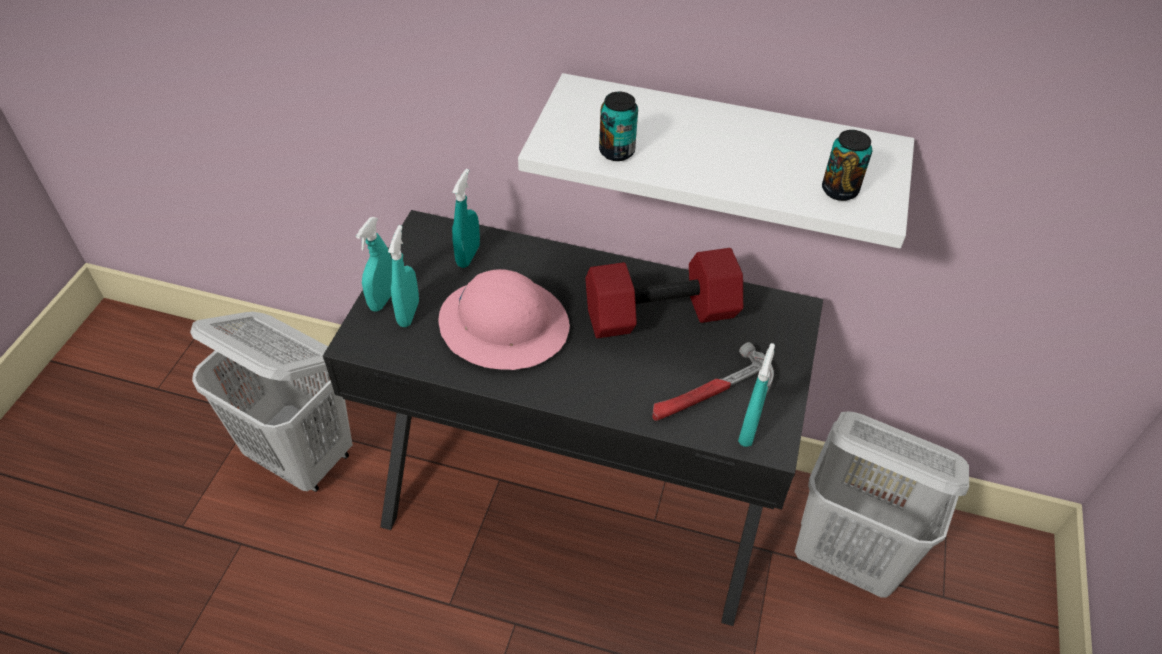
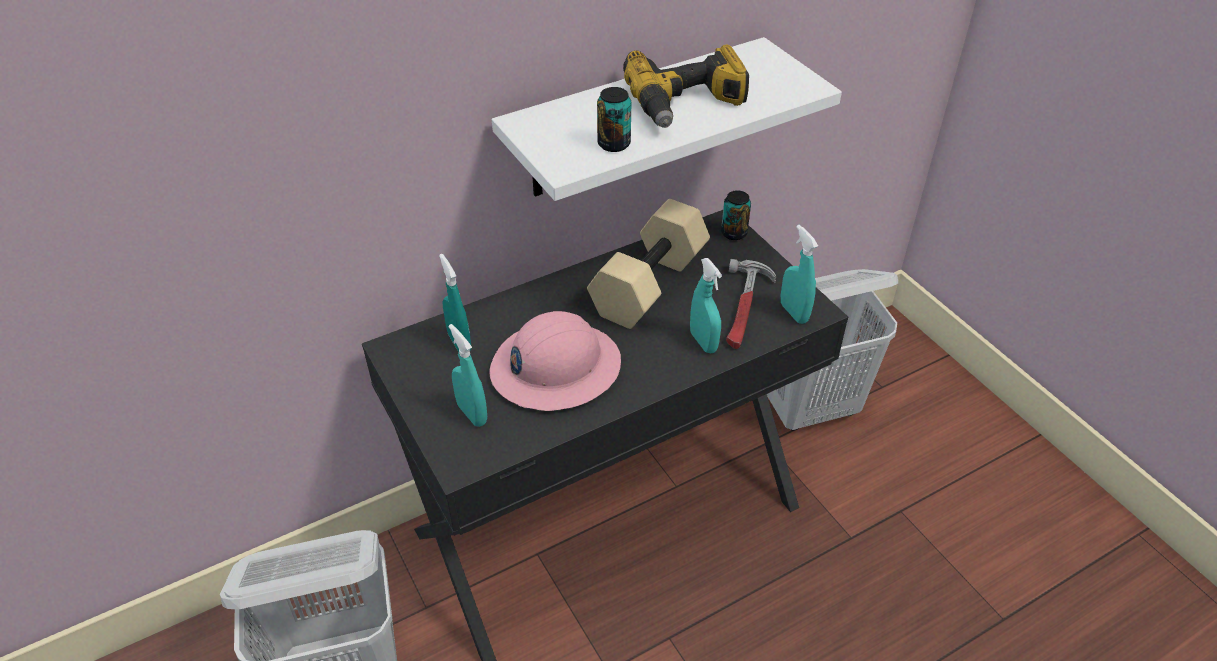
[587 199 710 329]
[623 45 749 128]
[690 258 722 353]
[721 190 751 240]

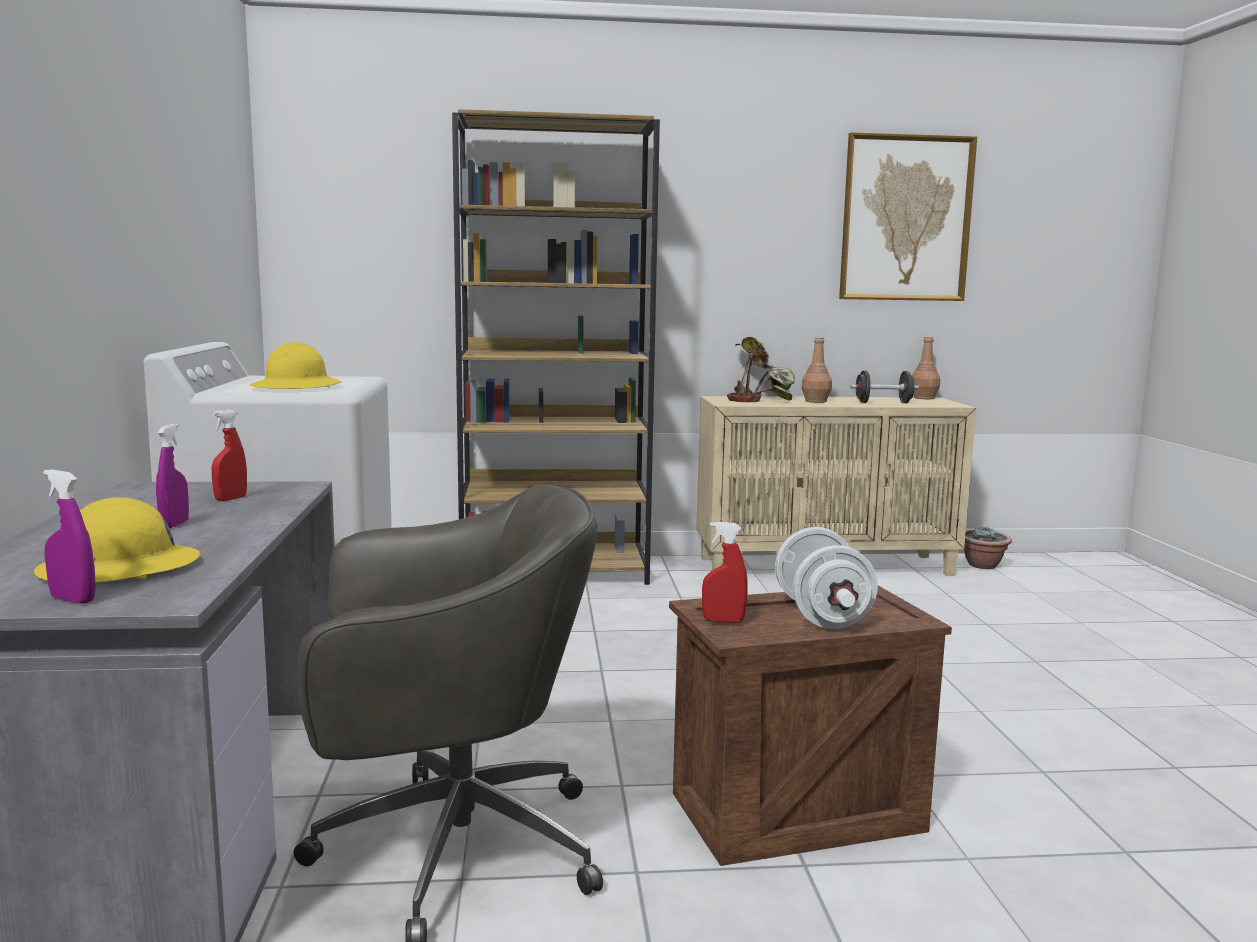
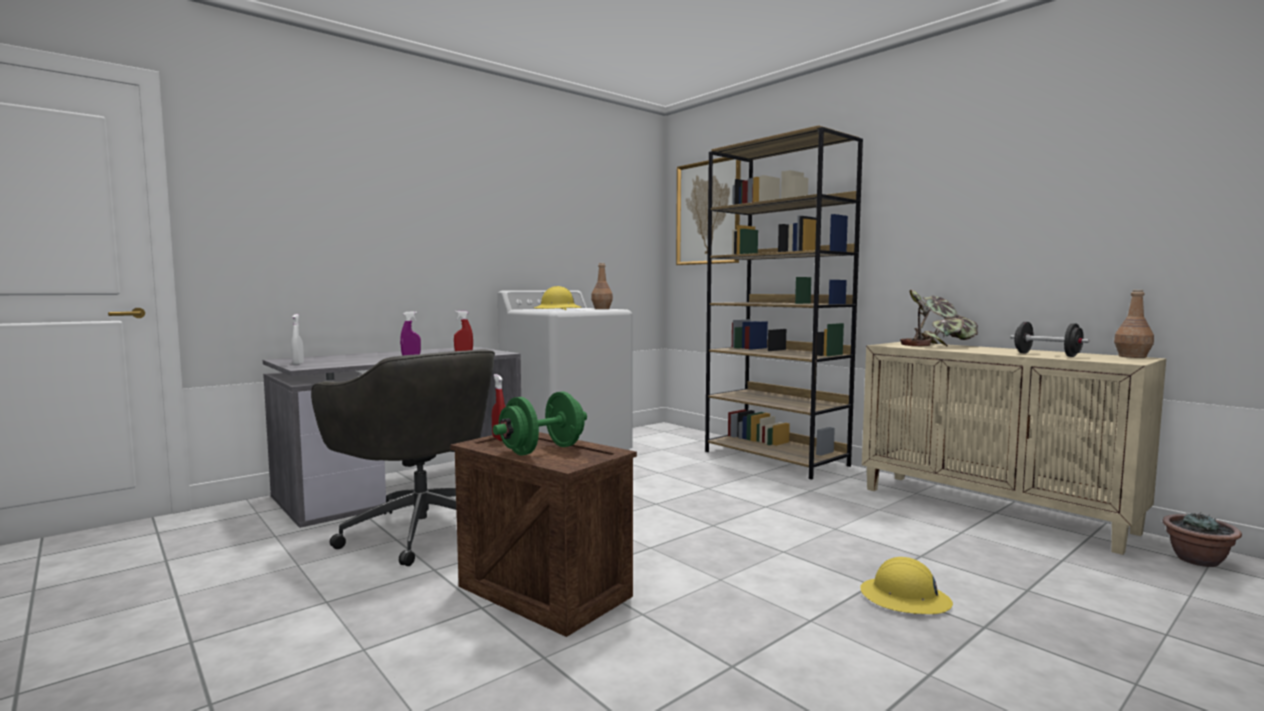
[292 314 304 365]
[493 392 587 455]
[591 263 613 309]
[676 157 741 265]
[860 557 953 614]

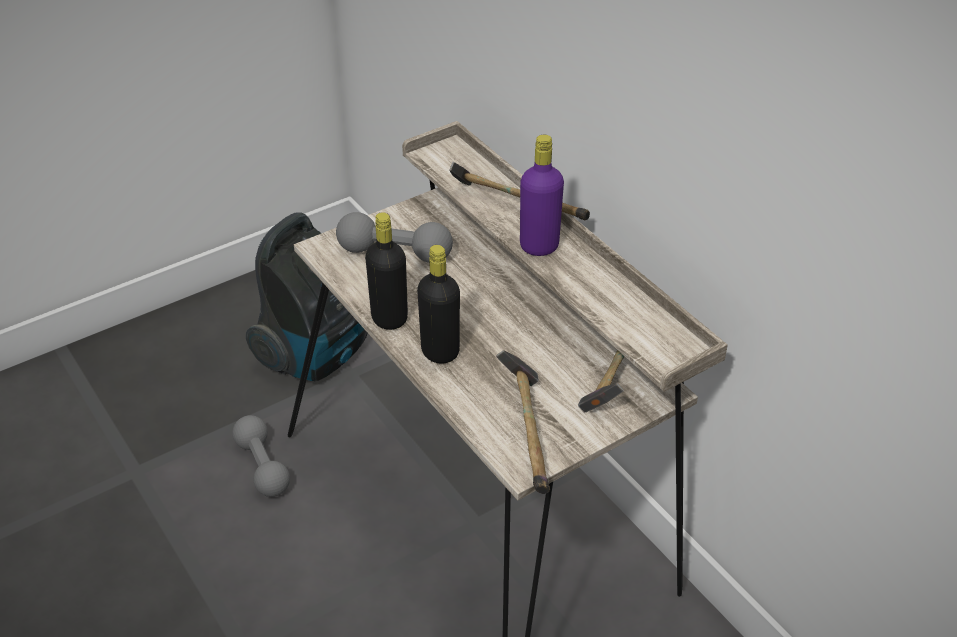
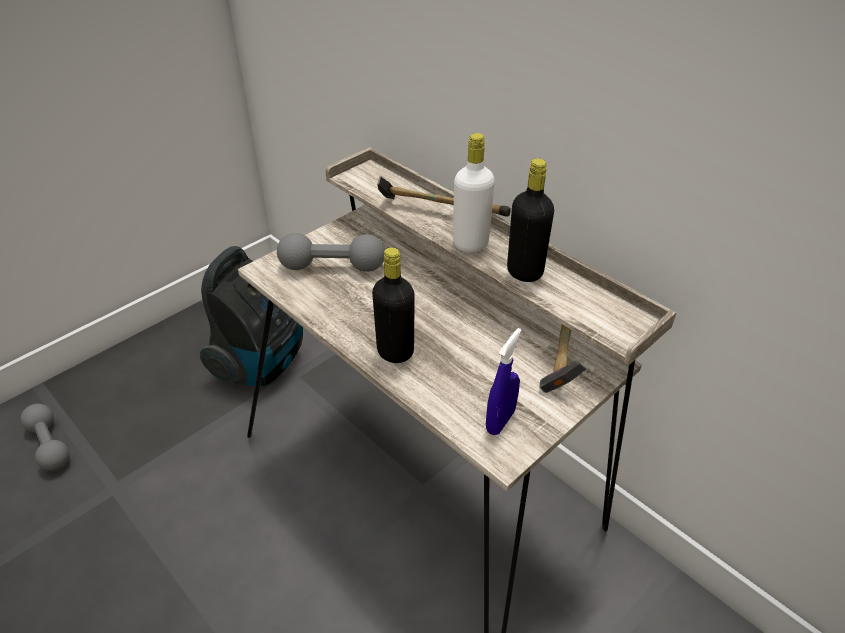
[20 404 70 471]
[453 133 495 253]
[486 328 522 435]
[507 158 554 282]

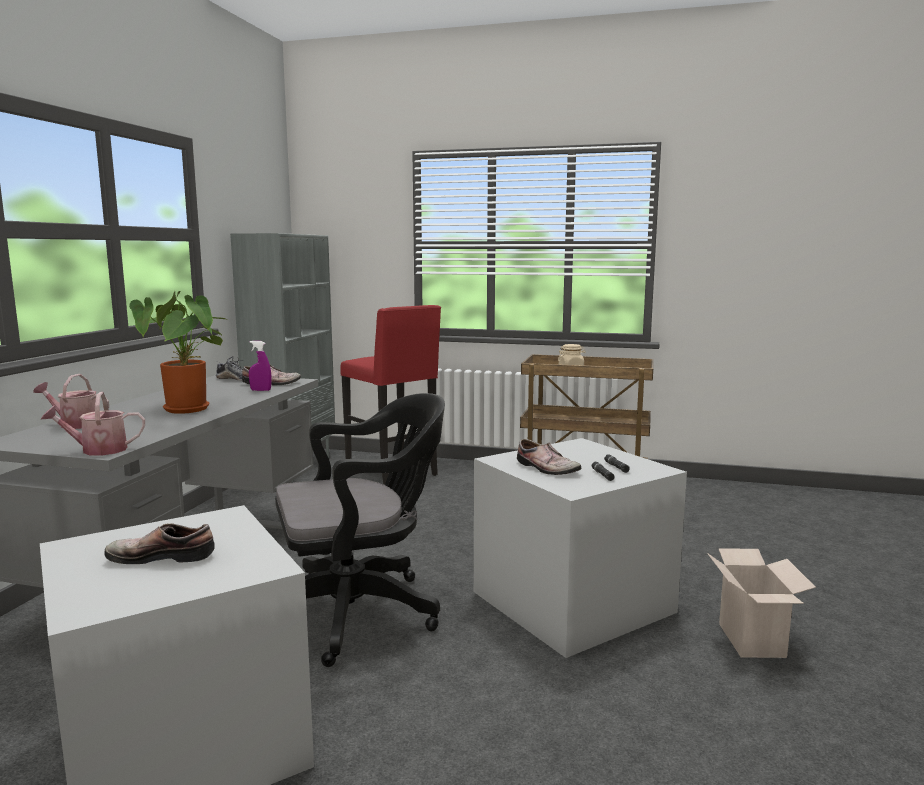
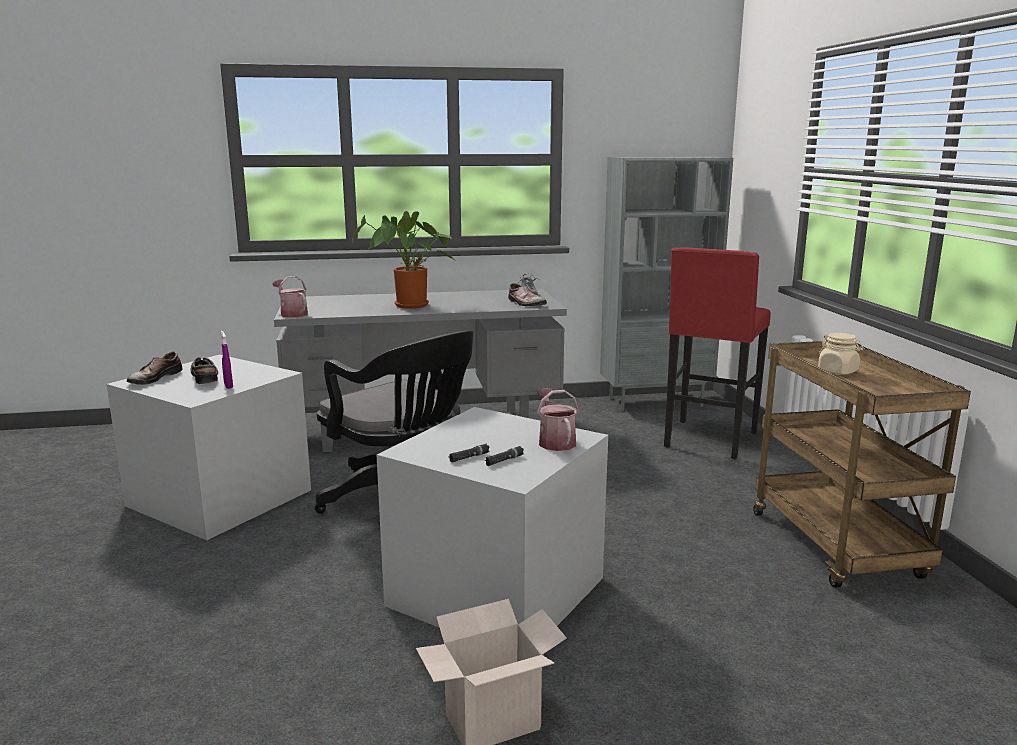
[127 352 183 385]
[221 331 233 389]
[537 388 579 451]

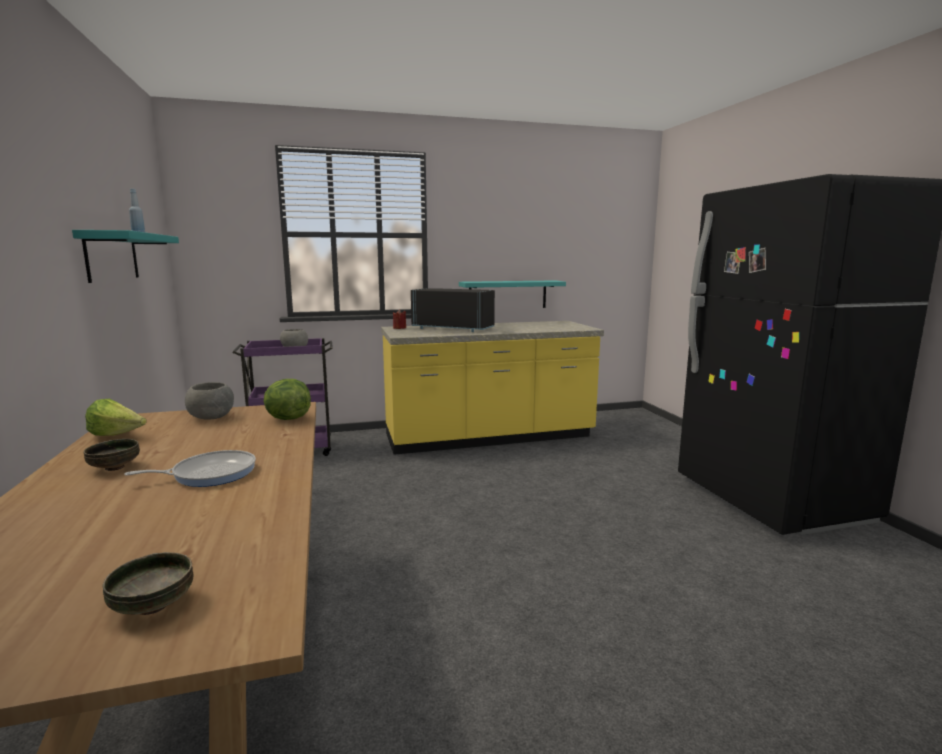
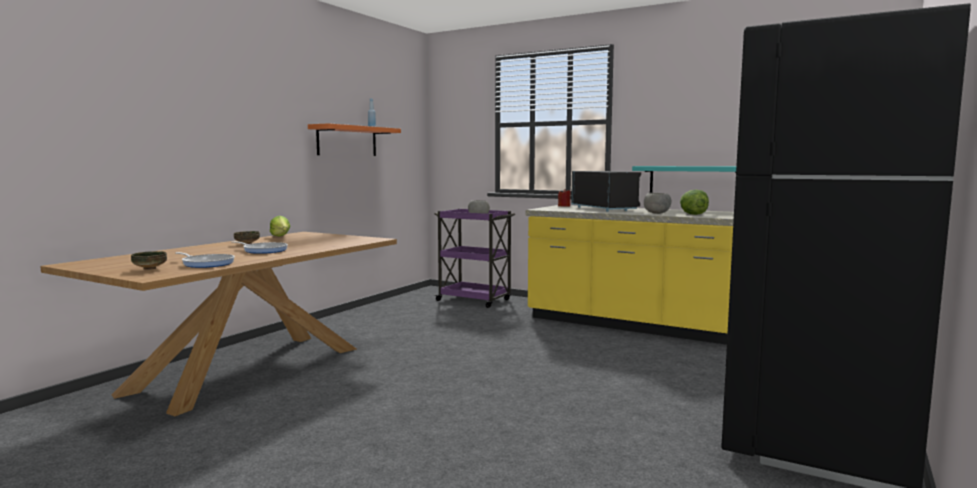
[176 252 235 268]
[308 123 401 156]
[644 193 672 214]
[680 190 709 215]

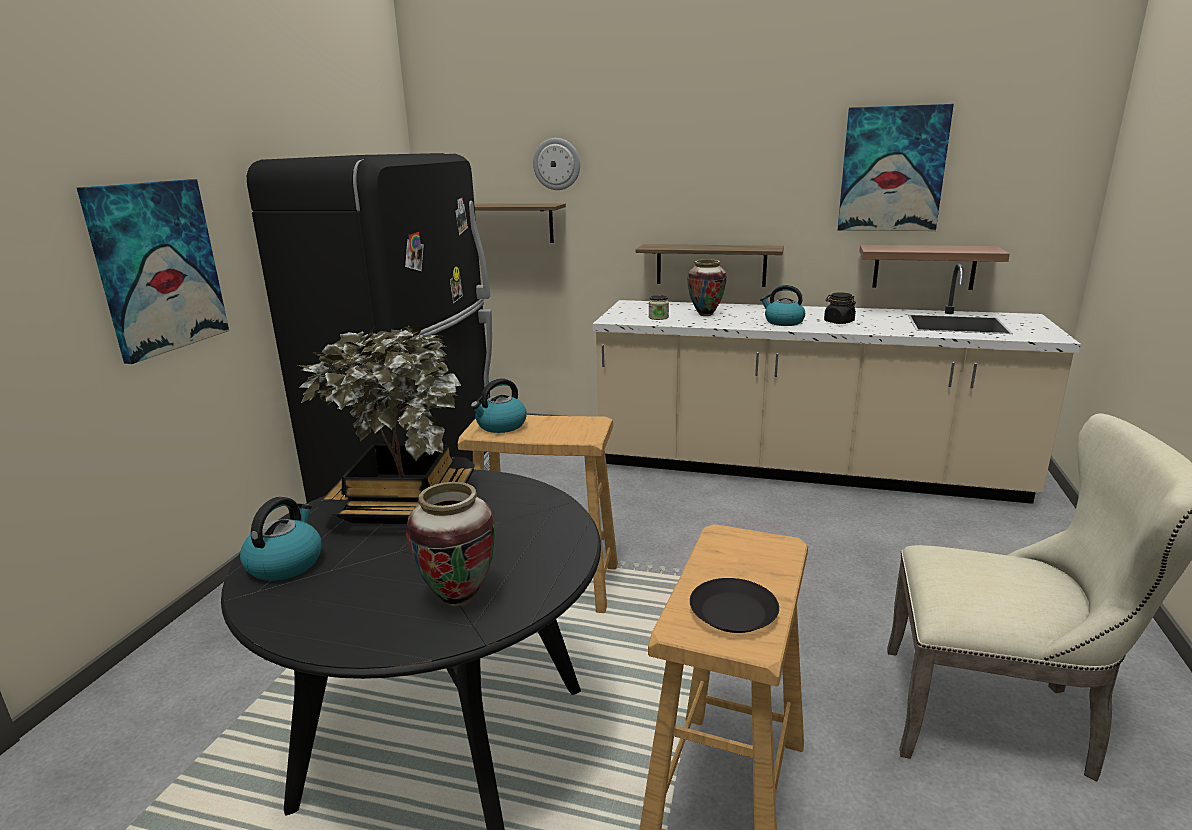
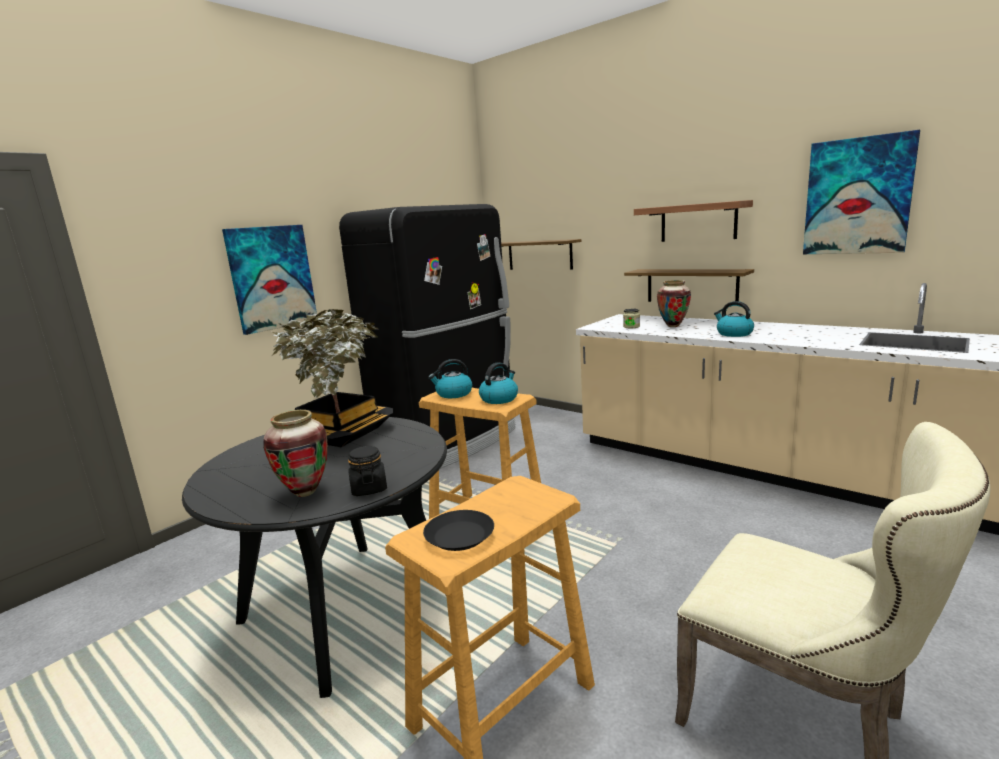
[348 446 387 496]
[479 362 518 404]
[634 200 753 242]
[533 138 580 190] (first image)

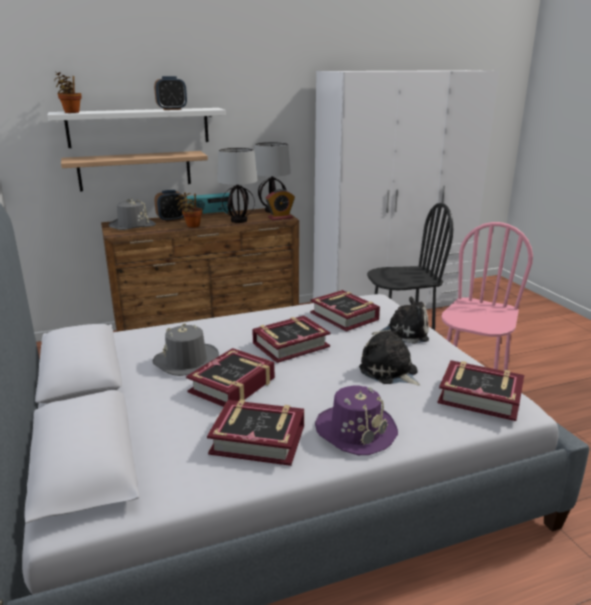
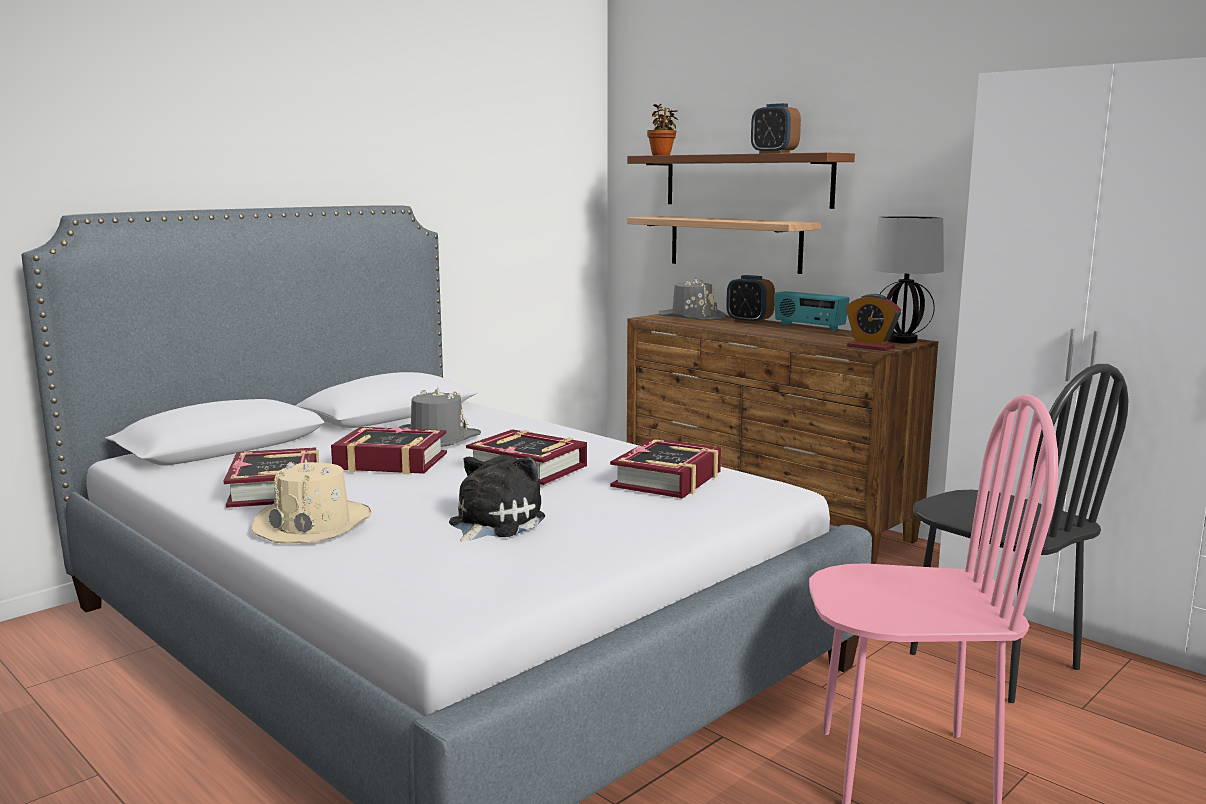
[252 458 371 544]
[627 153 855 209]
[175 192 202 228] (first image)
[217 148 258 223] (first image)
[372 297 429 344] (first image)
[438 360 524 421] (first image)

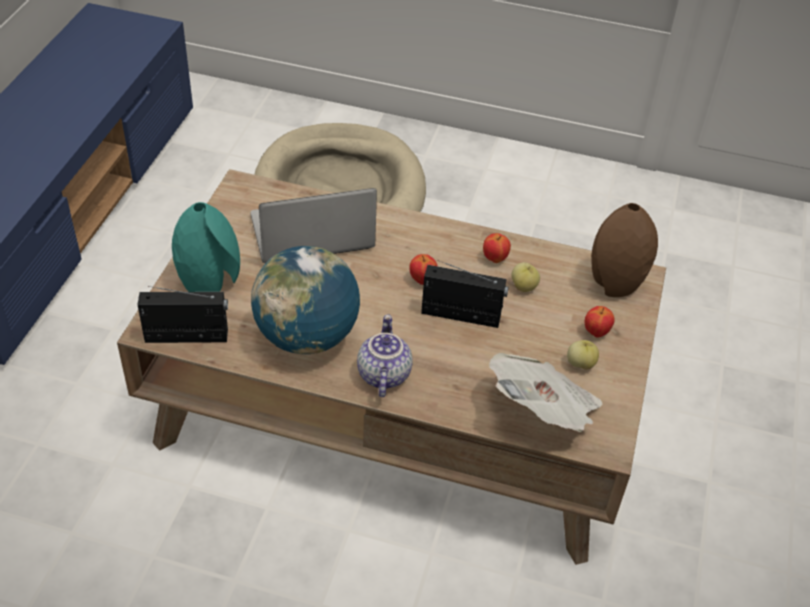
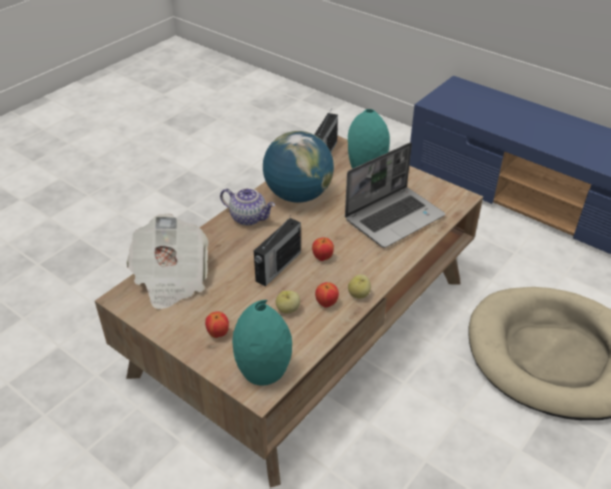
[232 300 292 385]
[345 142 445 248]
[348 274 371 299]

